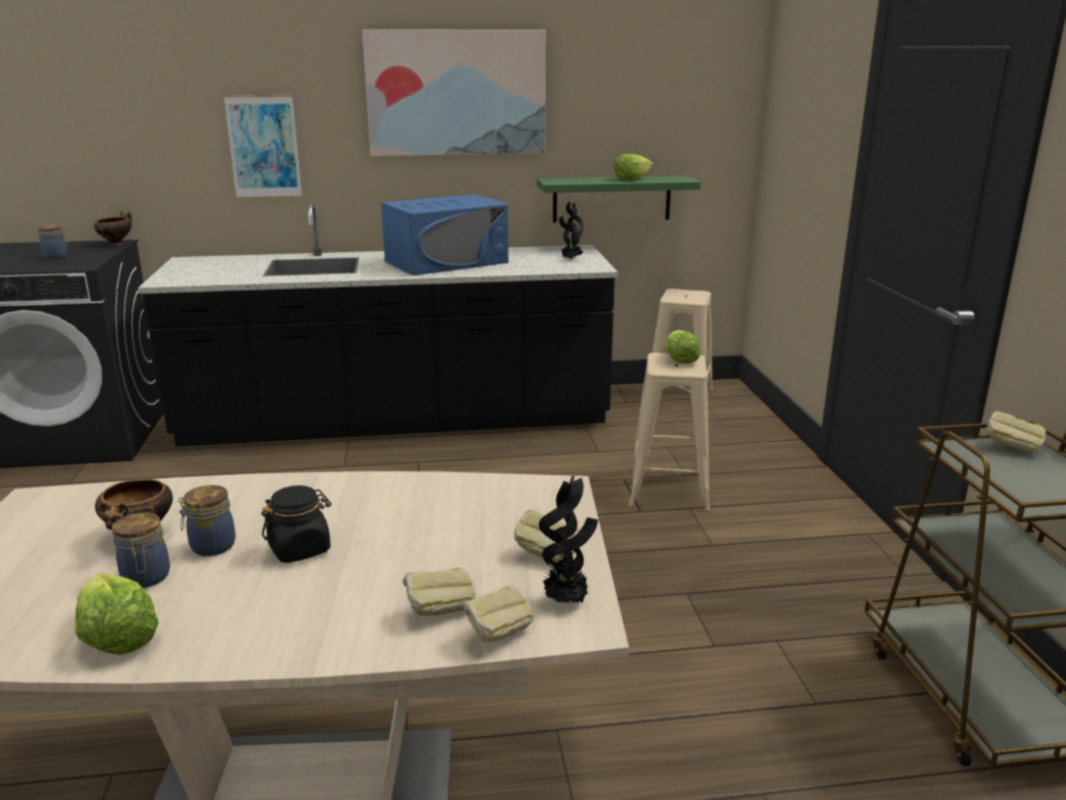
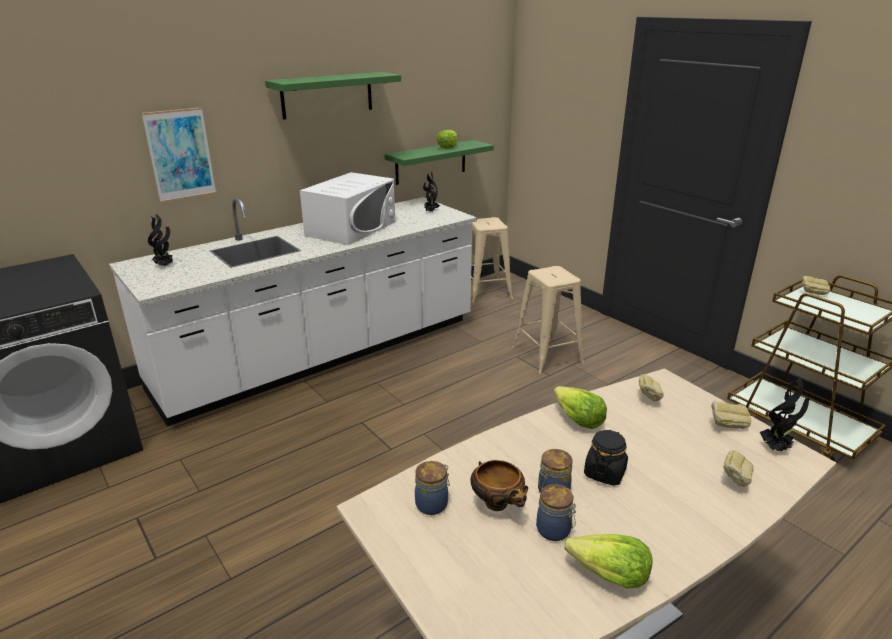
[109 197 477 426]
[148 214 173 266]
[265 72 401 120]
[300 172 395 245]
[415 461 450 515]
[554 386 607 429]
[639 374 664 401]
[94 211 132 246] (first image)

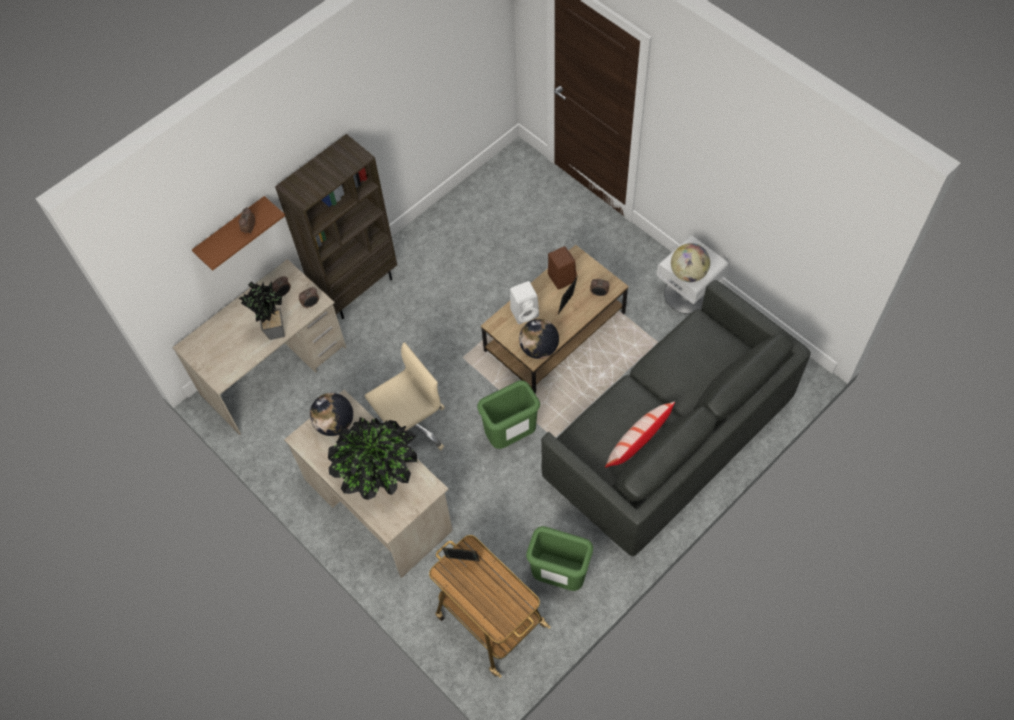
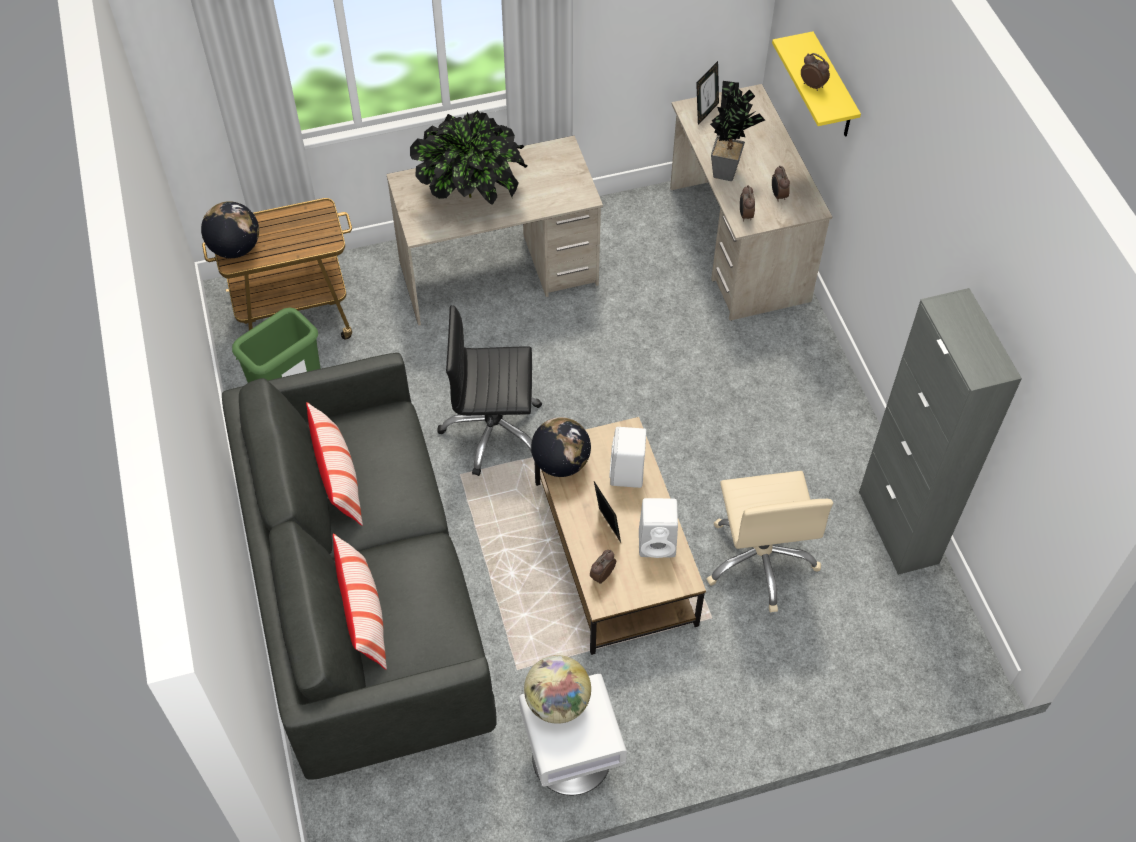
[201 201 259 258]
[333 533 387 670]
[437 305 542 476]
[639 498 678 558]
[696 61 719 125]
[706 471 833 613]
[772 31 861 137]
[859 288 1022 575]
[275 134 397 319] (first image)

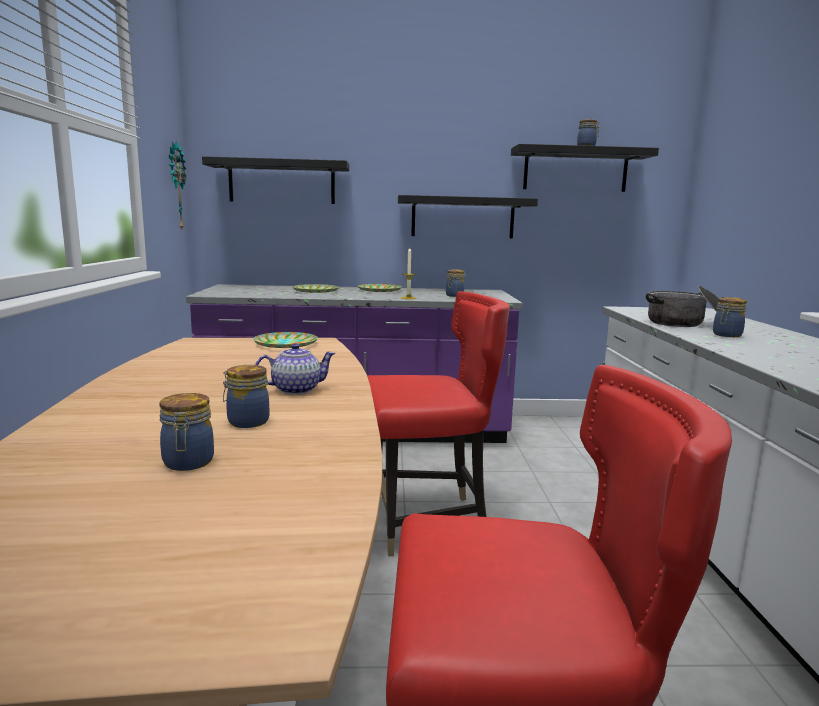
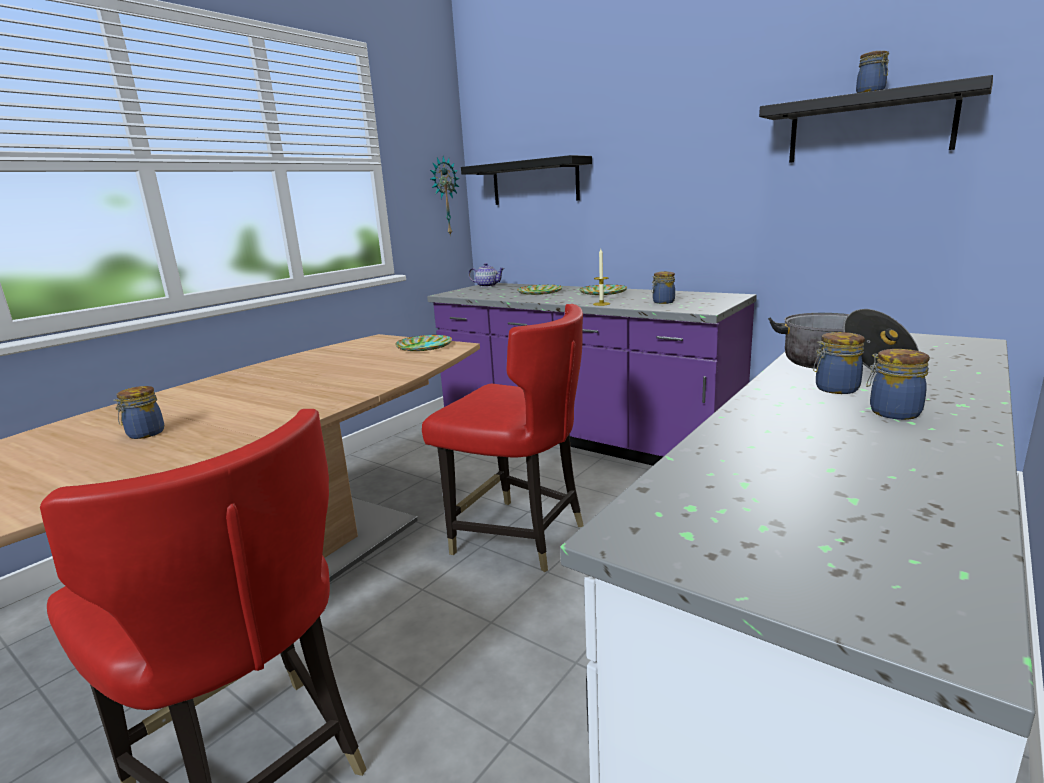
[468 263 505 287]
[866 349 930 420]
[398 195 538 238] (first image)

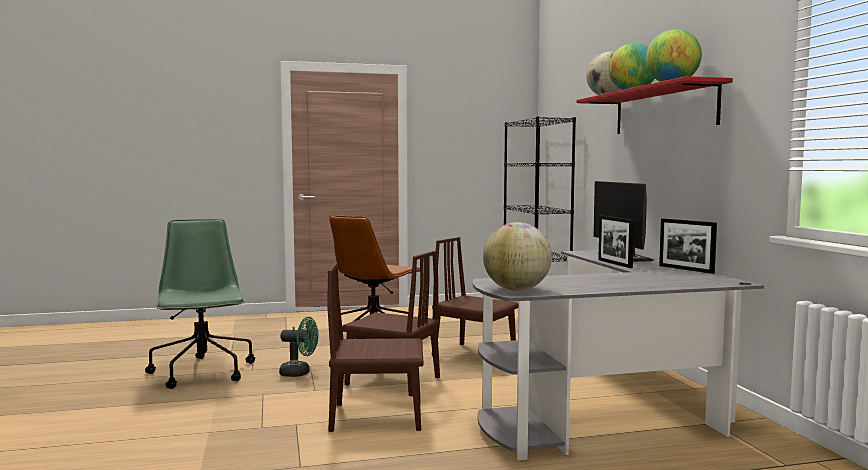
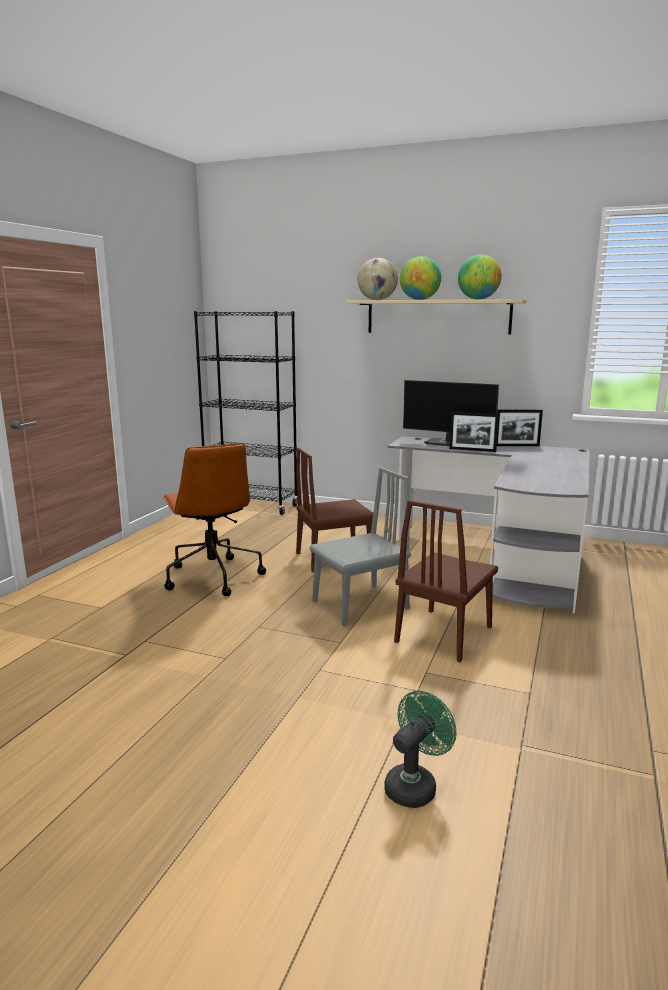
[310 467 411 626]
[346 299 527 334]
[385 691 456 808]
[145 219 255 389] (first image)
[483 222 552 291] (first image)

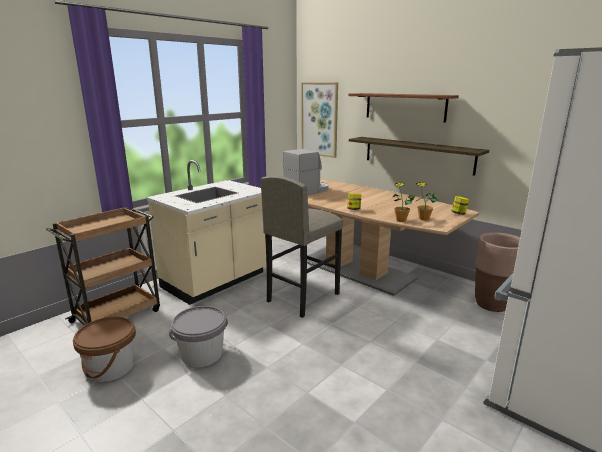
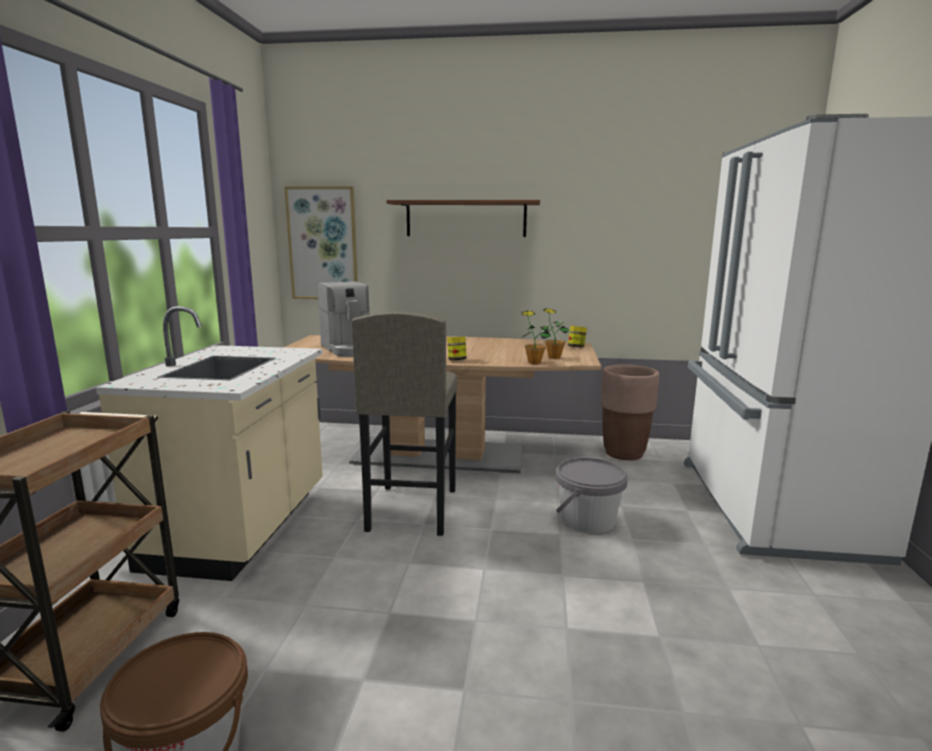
[318 281 370 357]
[556 457 628 534]
[349 137 489 176] (first image)

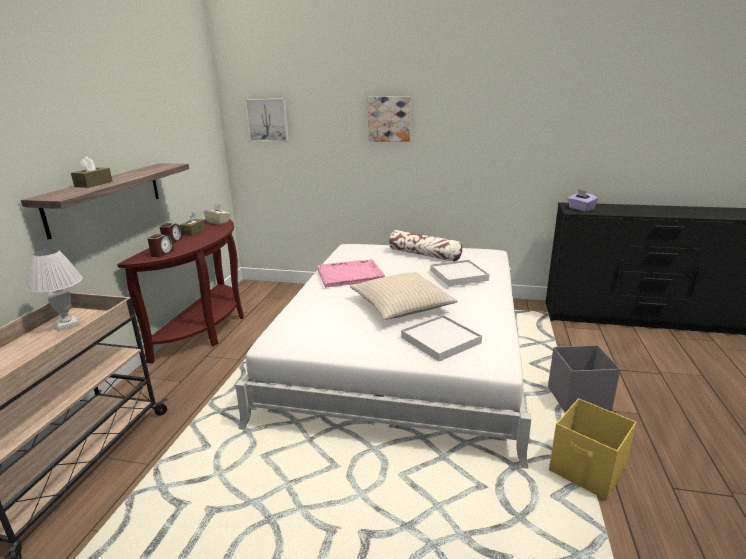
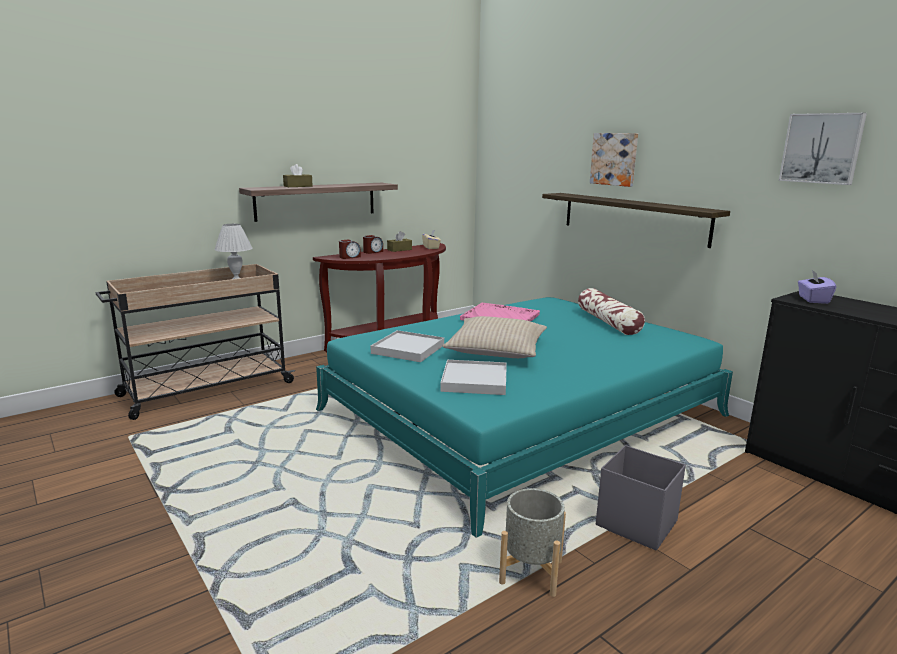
[316 297 733 538]
[371 330 444 362]
[499 488 566 597]
[542 193 730 248]
[779 113 867 185]

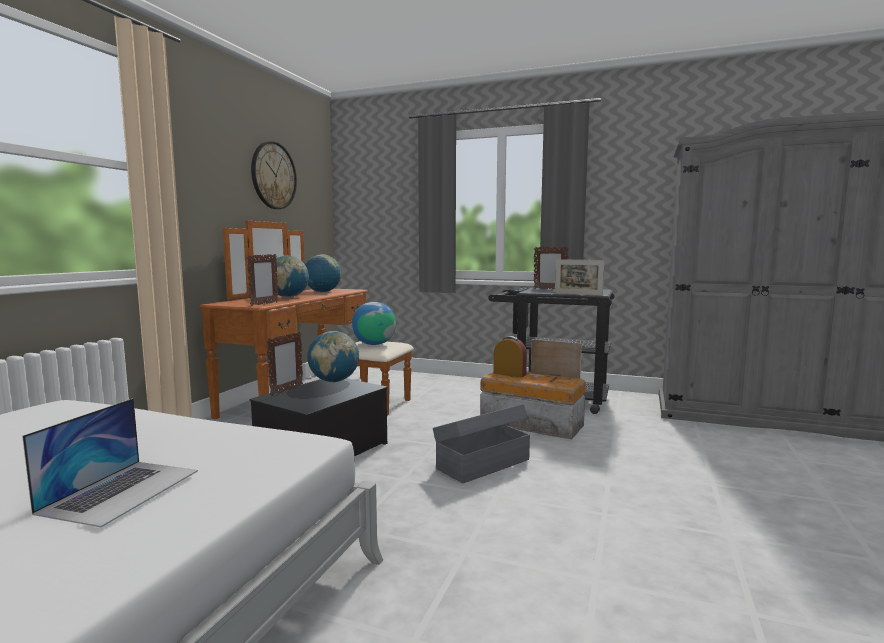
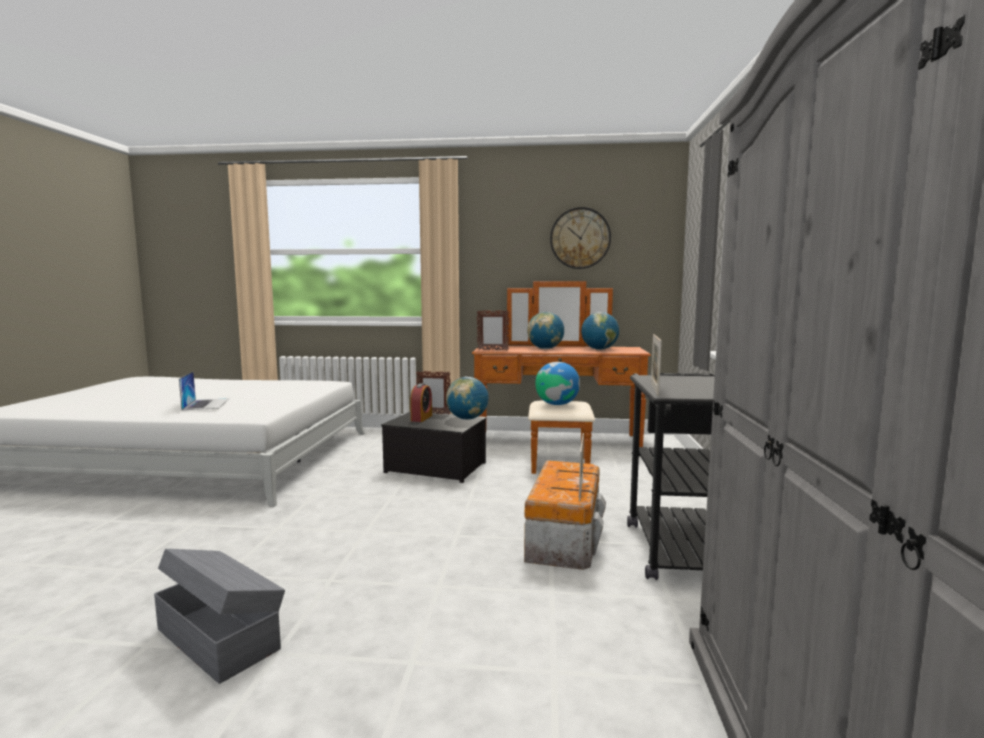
[154 549 285 684]
[179 372 229 410]
[410 383 432 422]
[534 246 569 290] (first image)

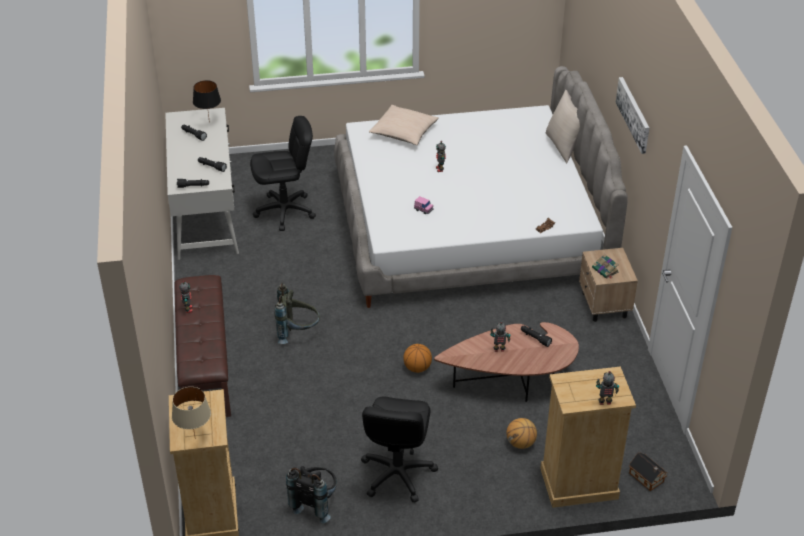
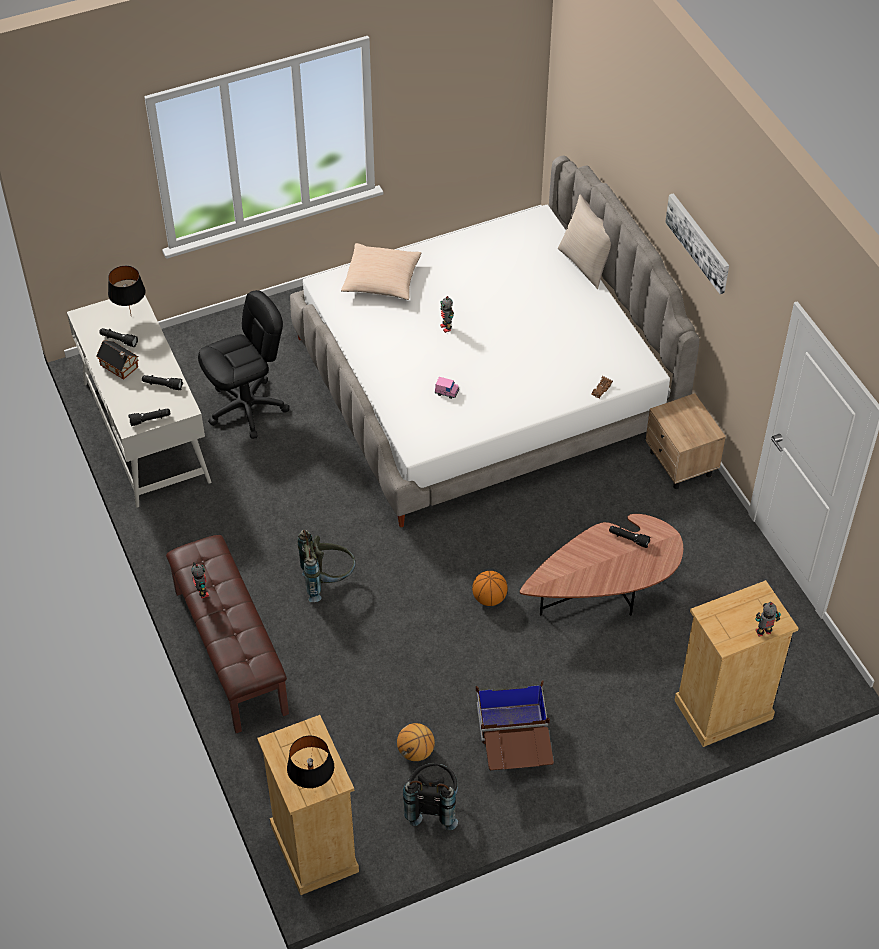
[96 340 138 380]
[287 736 334 788]
[397 723 435 761]
[476 680 554 770]
[490 322 511 352] (first image)
[592 254 619 279] (first image)

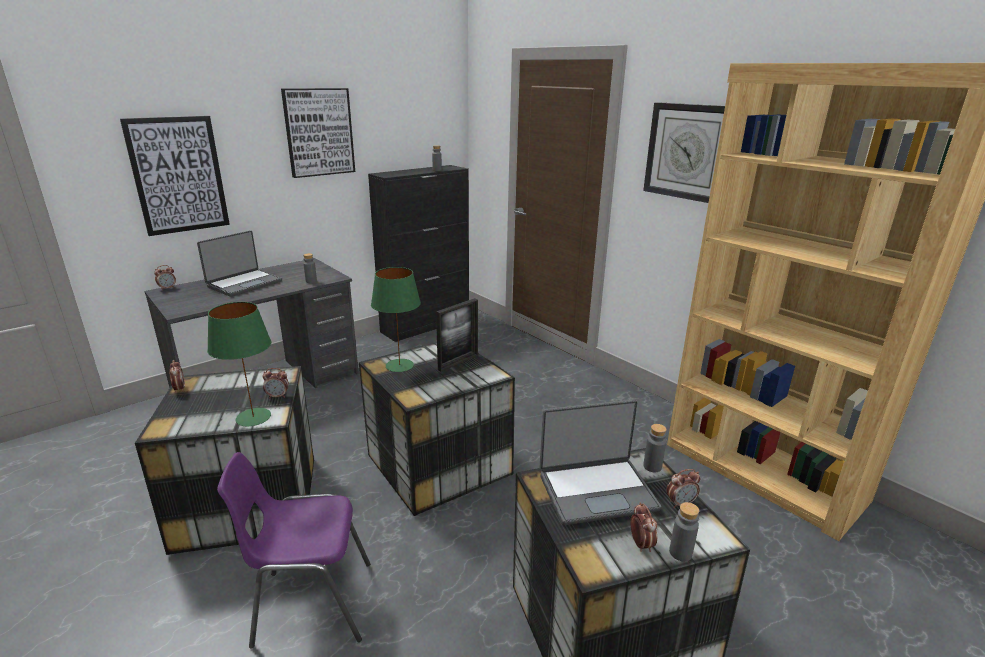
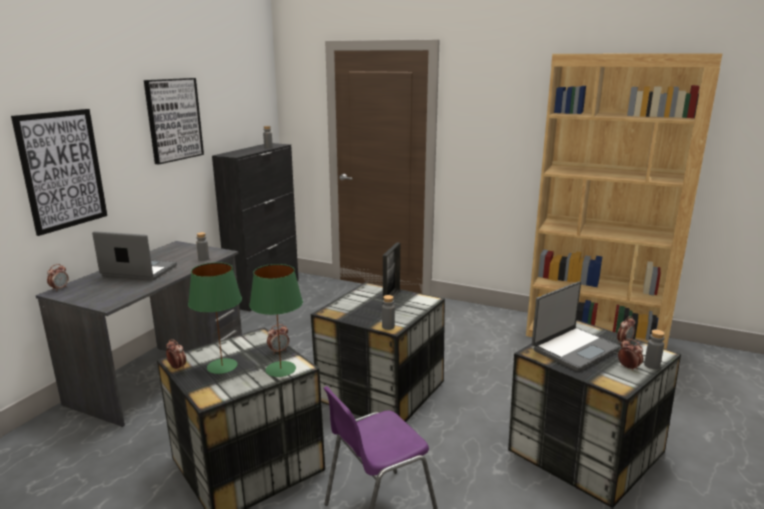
[92 231 177 280]
[188 262 242 374]
[382 295 395 330]
[643 102 725 203] (first image)

